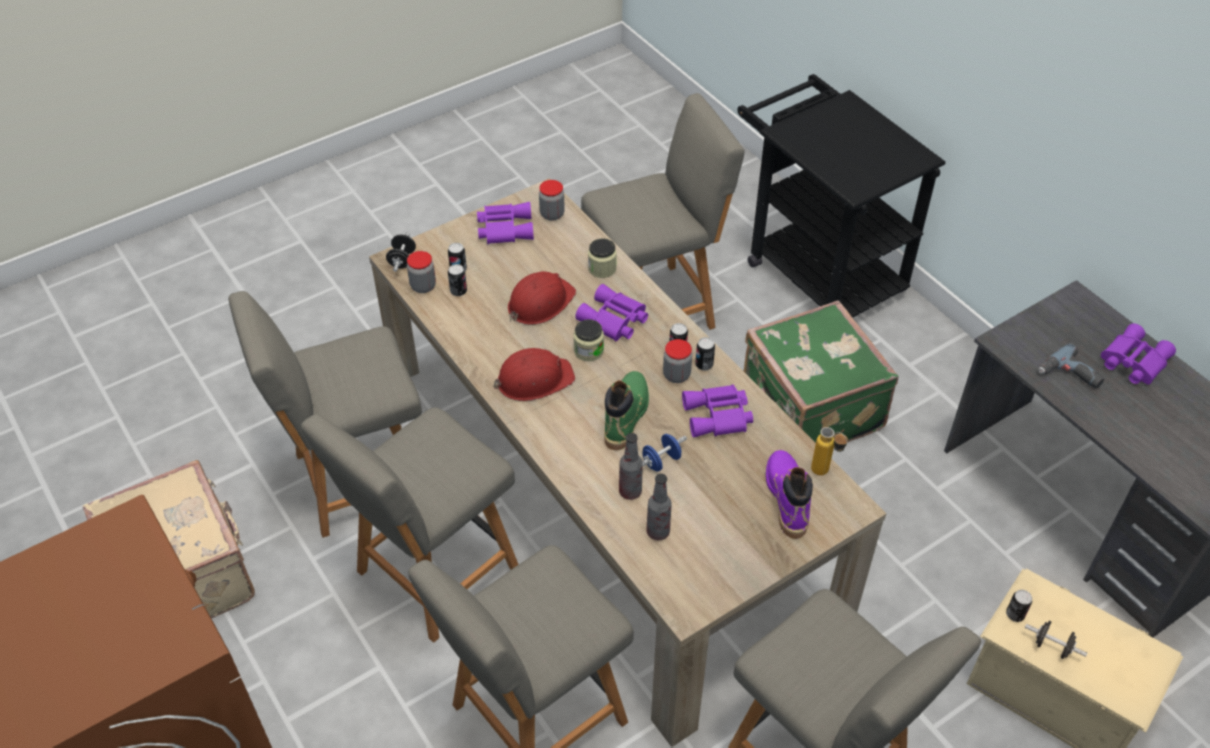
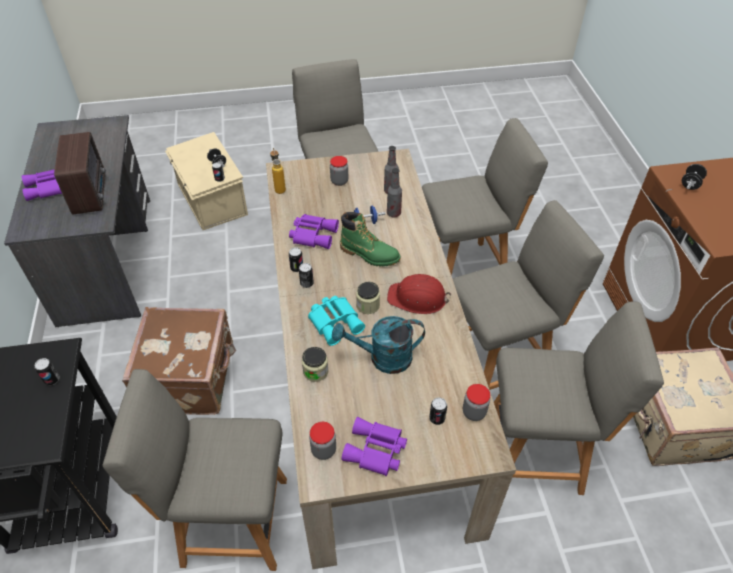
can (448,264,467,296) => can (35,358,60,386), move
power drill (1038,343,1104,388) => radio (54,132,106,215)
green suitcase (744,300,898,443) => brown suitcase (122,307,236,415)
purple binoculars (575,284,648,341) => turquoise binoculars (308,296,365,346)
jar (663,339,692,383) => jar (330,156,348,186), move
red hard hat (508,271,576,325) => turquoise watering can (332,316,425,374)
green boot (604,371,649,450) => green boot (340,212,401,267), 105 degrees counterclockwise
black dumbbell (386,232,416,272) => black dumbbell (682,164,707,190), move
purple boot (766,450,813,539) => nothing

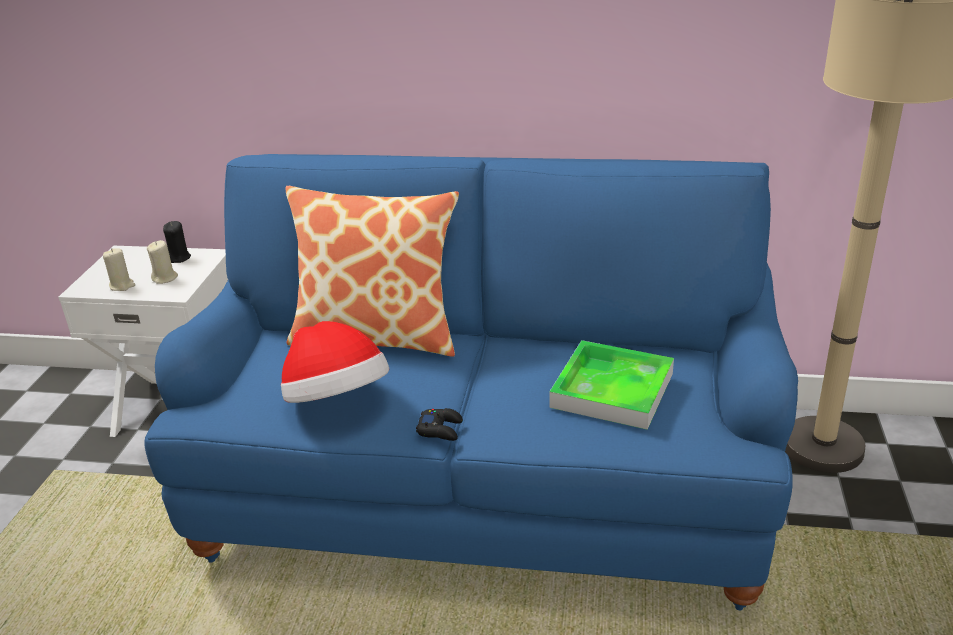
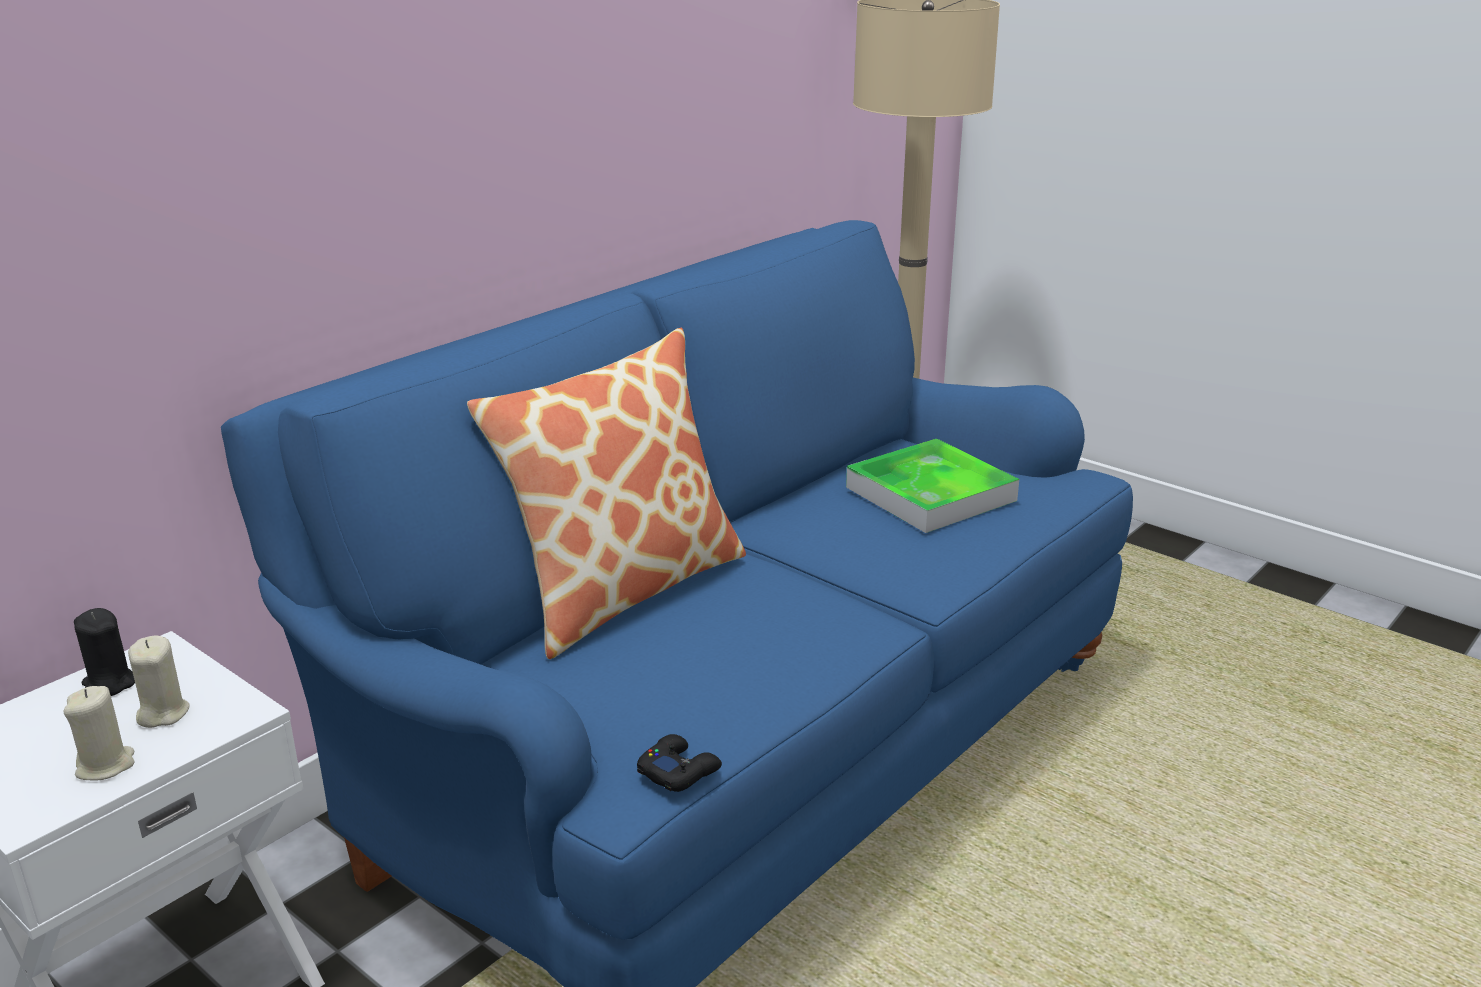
black game controller (416,408,463,441) => black game controller (637,734,722,792), move
hat (281,321,389,403) => nothing

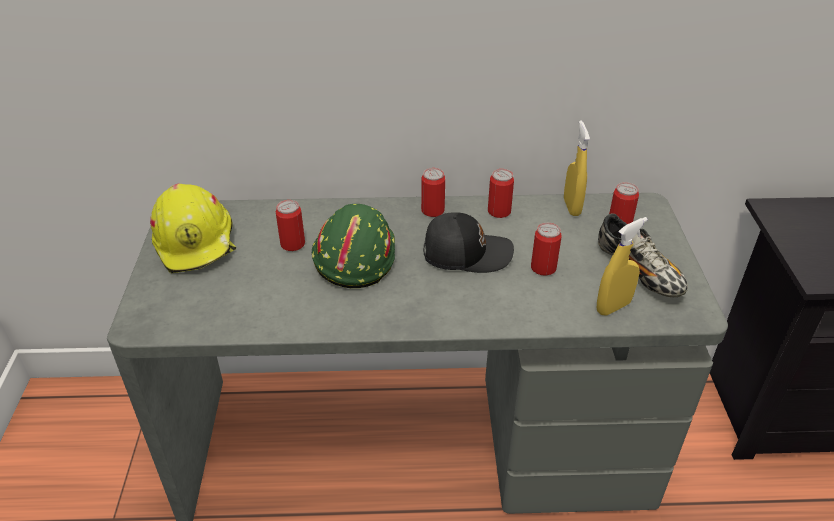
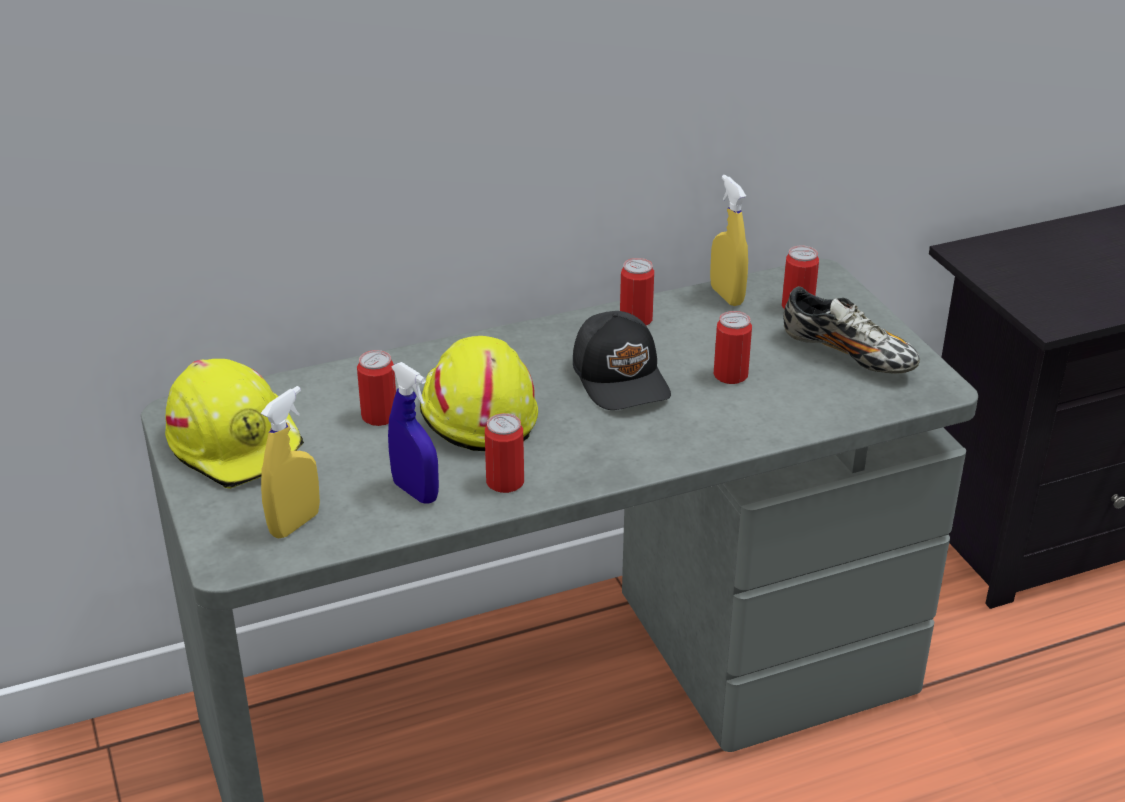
yellow spray bottle (597,217,648,315) => yellow spray bottle (261,386,320,539), move
nothing => blue spray bottle (388,362,439,504)
green hard hat (312,204,395,288) => yellow hard hat (420,336,538,451)
can (421,168,445,217) => can (485,413,524,493), move
black cap (423,212,514,273) => black cap (573,311,671,410), 90 degrees clockwise

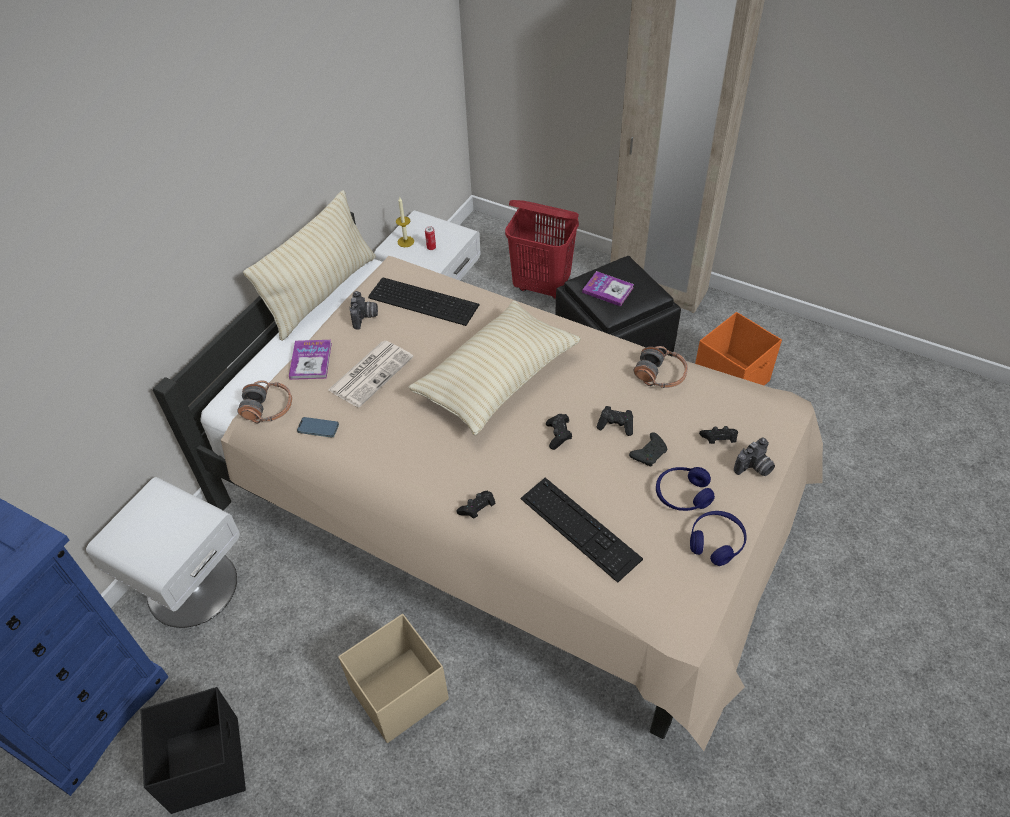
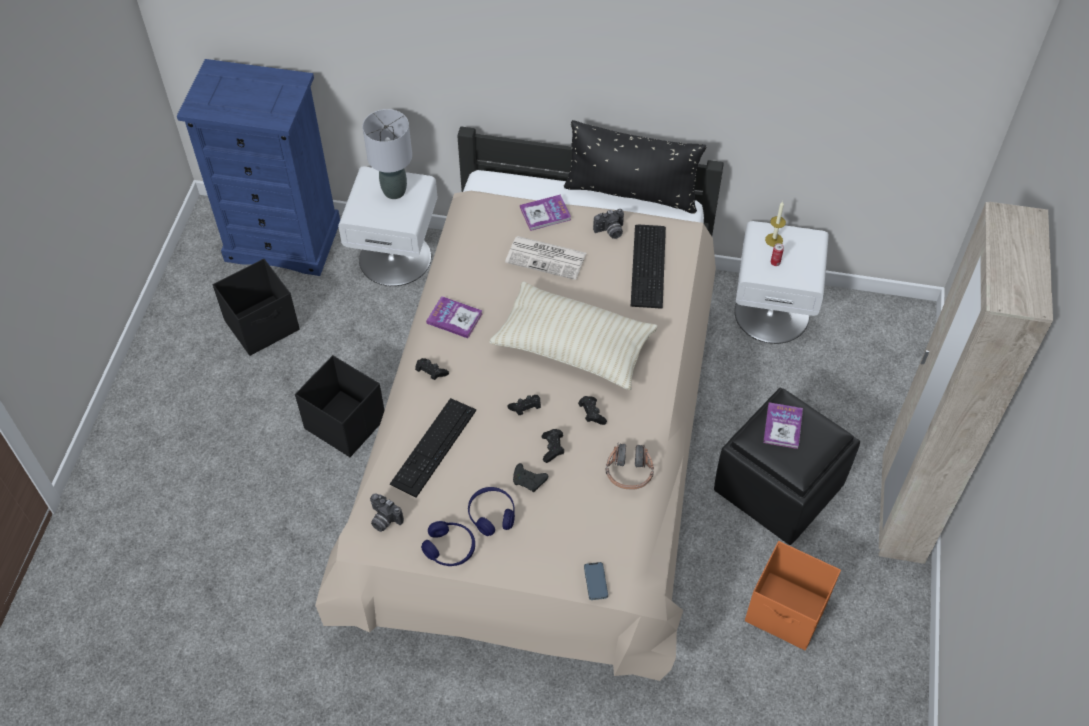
beige storage box (338,614,449,743) => black storage box (295,355,385,457)
nothing => grey table lamp (362,109,412,199)
photo camera (734,438,775,476) => photo camera (370,493,404,532), move
nothing => book (426,296,483,338)
beige pillow (243,190,376,341) => black pillow (564,120,706,214)
black game controller (699,426,738,444) => black game controller (578,396,607,425), move
phone (297,417,339,438) => phone (584,562,608,600), move
headphones (237,380,292,423) => nothing
red laundry basket (505,200,579,300) => nothing

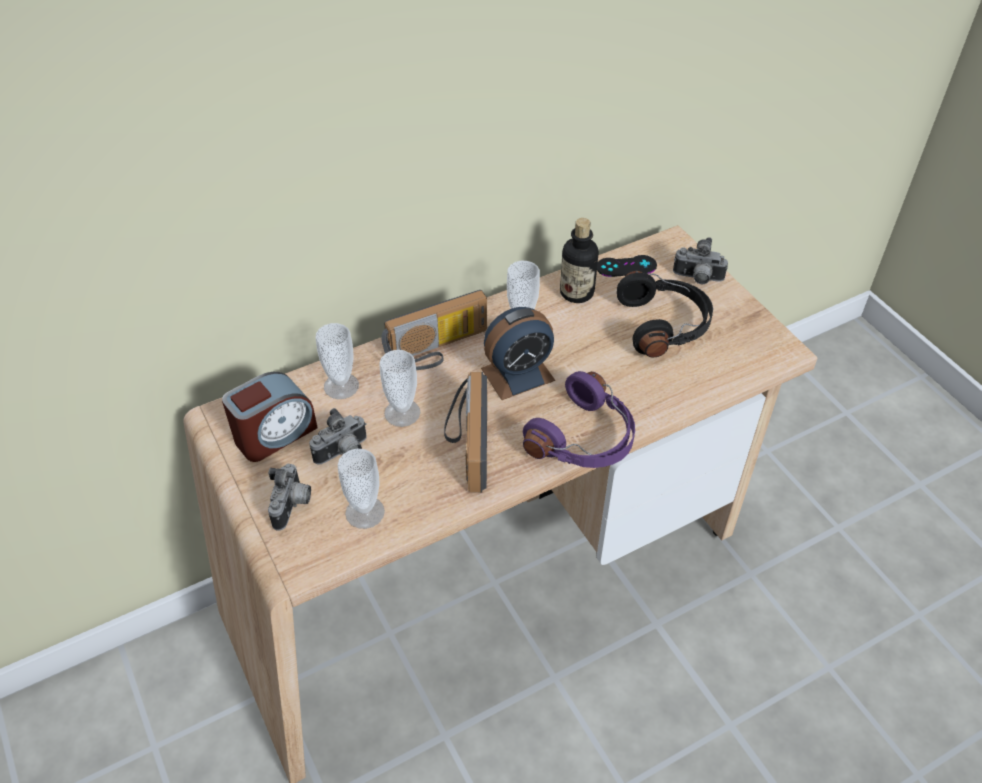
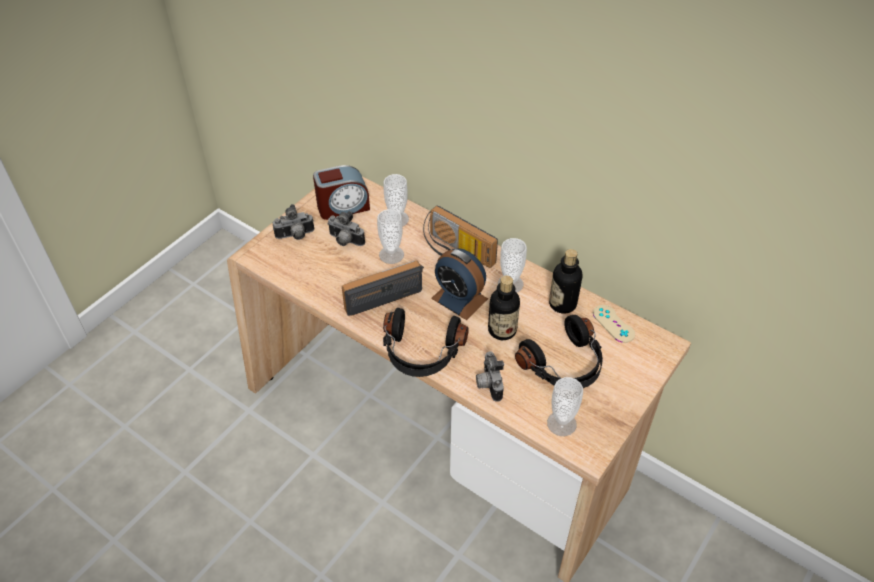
alarm clock (222,372,318,462) => alarm clock (313,165,370,220), 45 degrees counterclockwise
purple headphones (523,371,635,468) => black headphones (383,308,469,377)
photo camera (673,237,728,284) => photo camera (476,351,504,402), move
nothing => bottle (488,276,520,340)
cup (337,449,385,529) => cup (547,377,583,436), move
black game controller (597,255,657,277) => beige game controller (593,305,635,343)

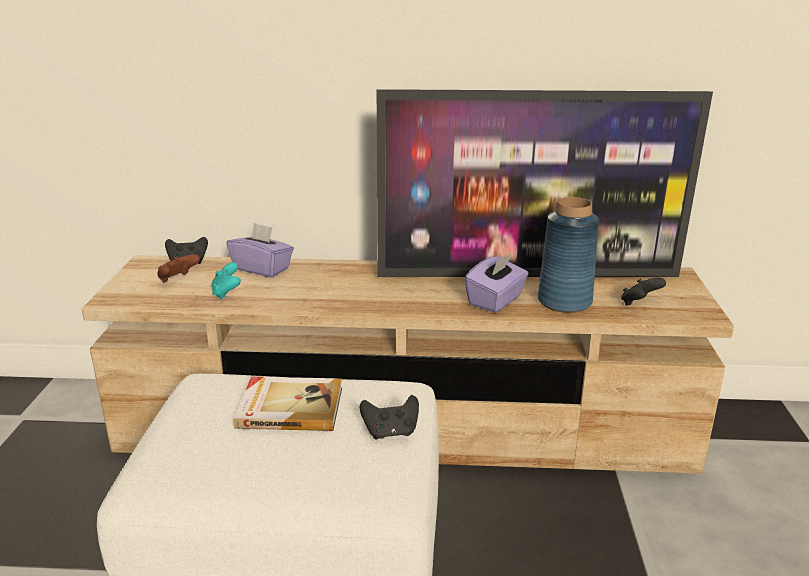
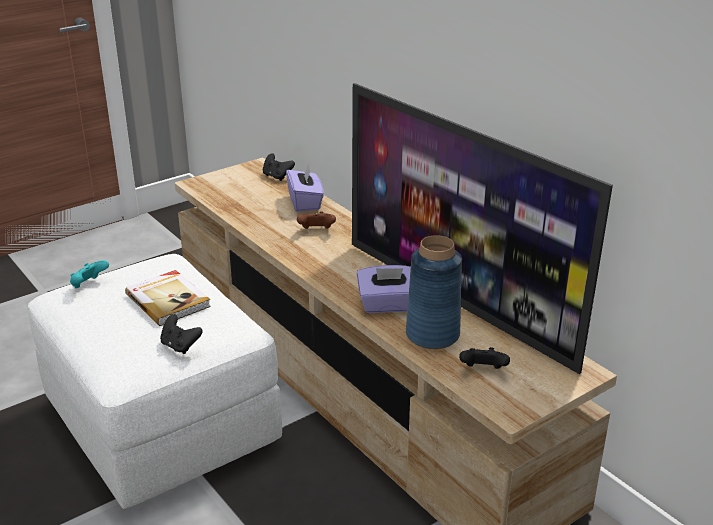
turquoise game controller (212,262,241,299) => turquoise game controller (70,260,109,288), move
brown game controller (157,254,200,283) => brown game controller (297,211,336,229), move

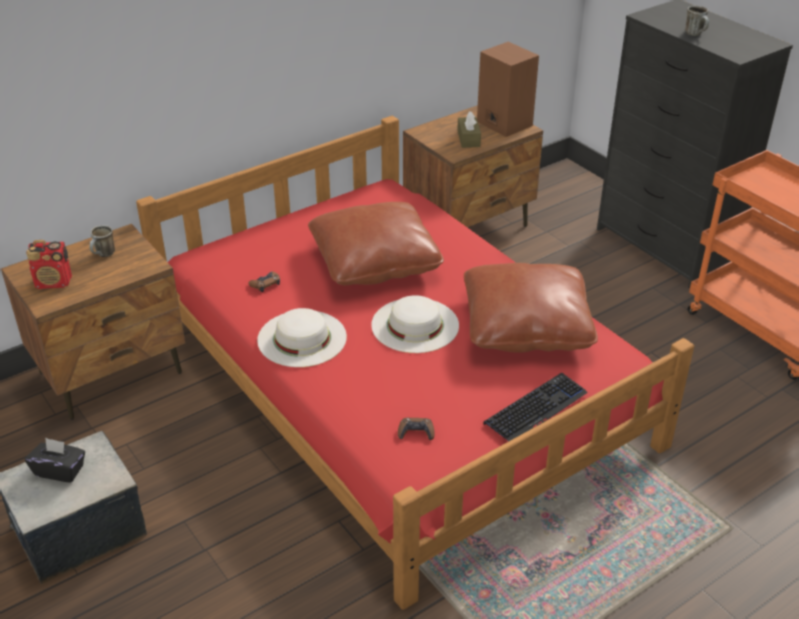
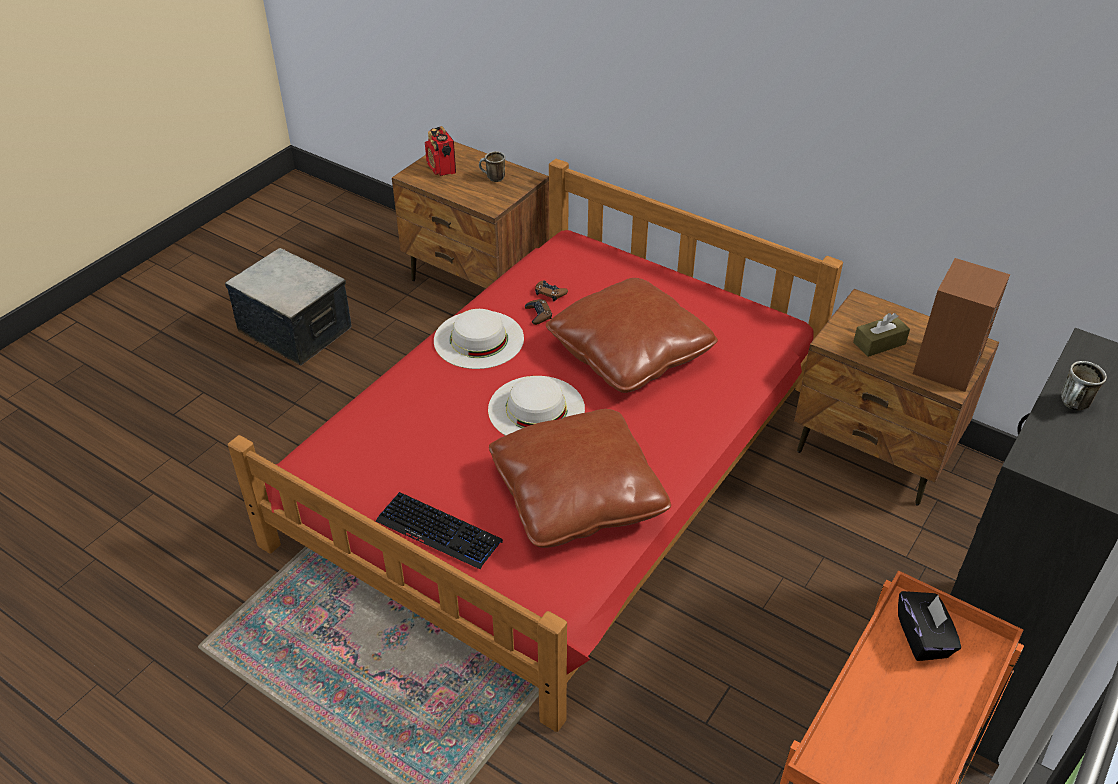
brown game controller (398,418,435,440) => brown game controller (525,299,552,325), move
black tissue box (25,437,85,483) => black tissue box (898,591,961,661), move

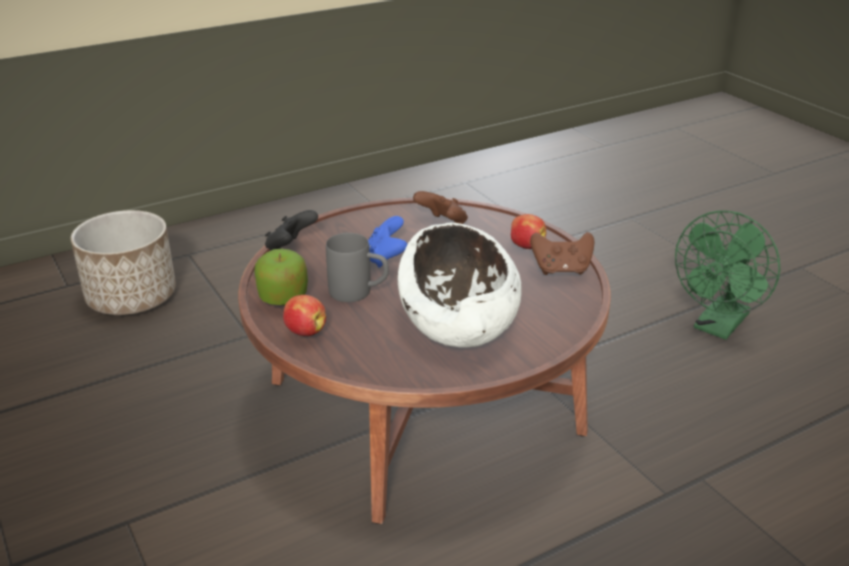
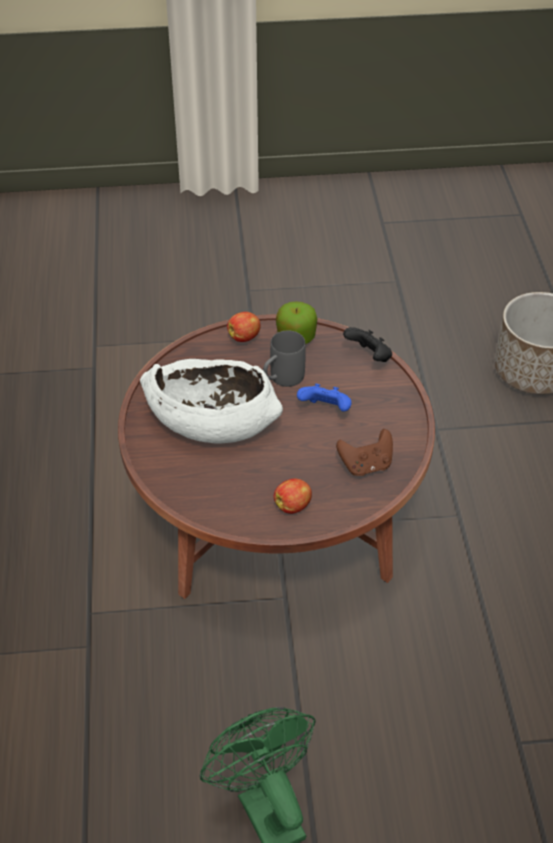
brown game controller (530,232,594,275) => nothing

